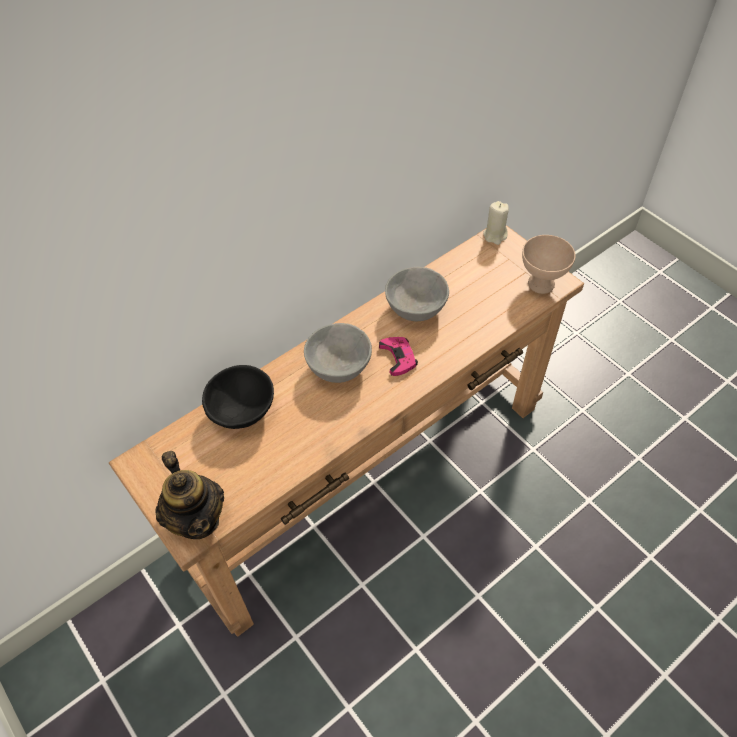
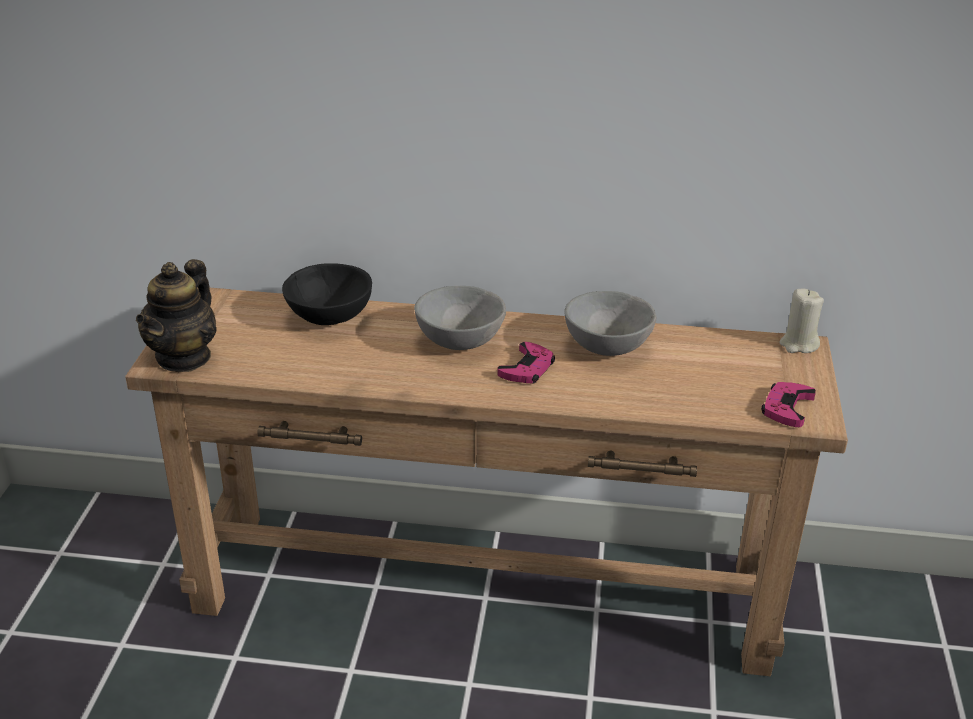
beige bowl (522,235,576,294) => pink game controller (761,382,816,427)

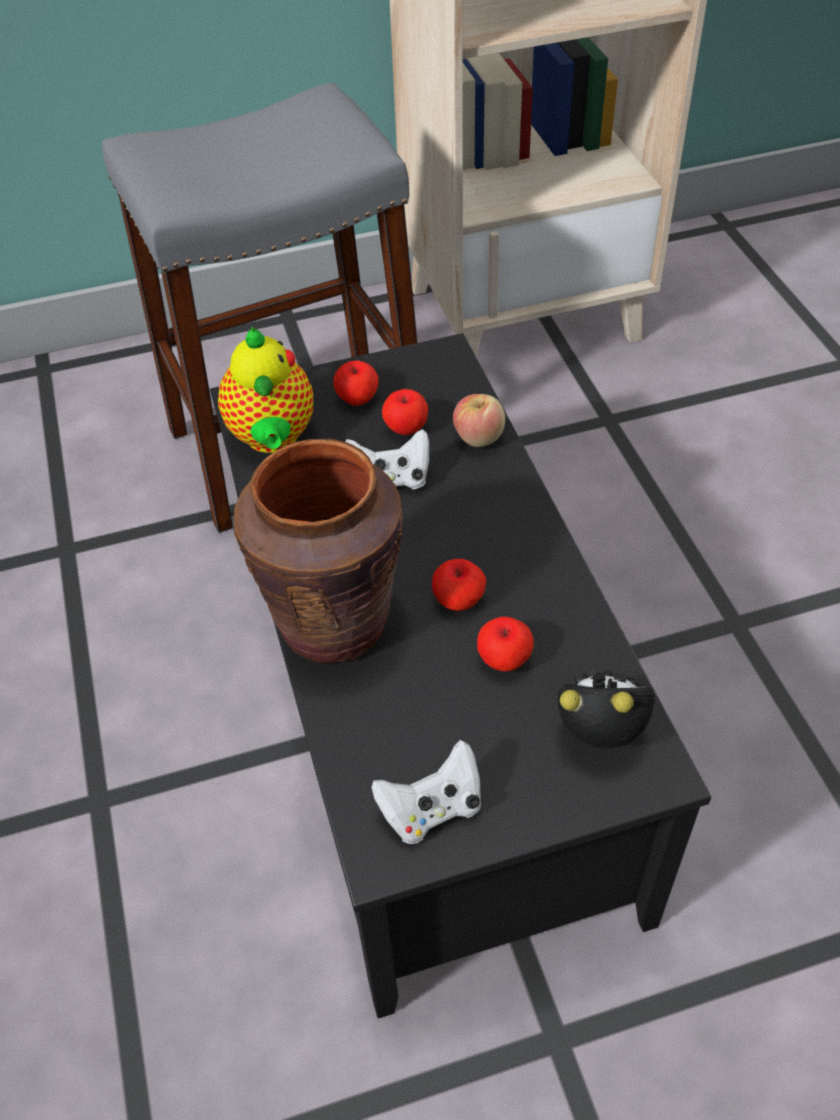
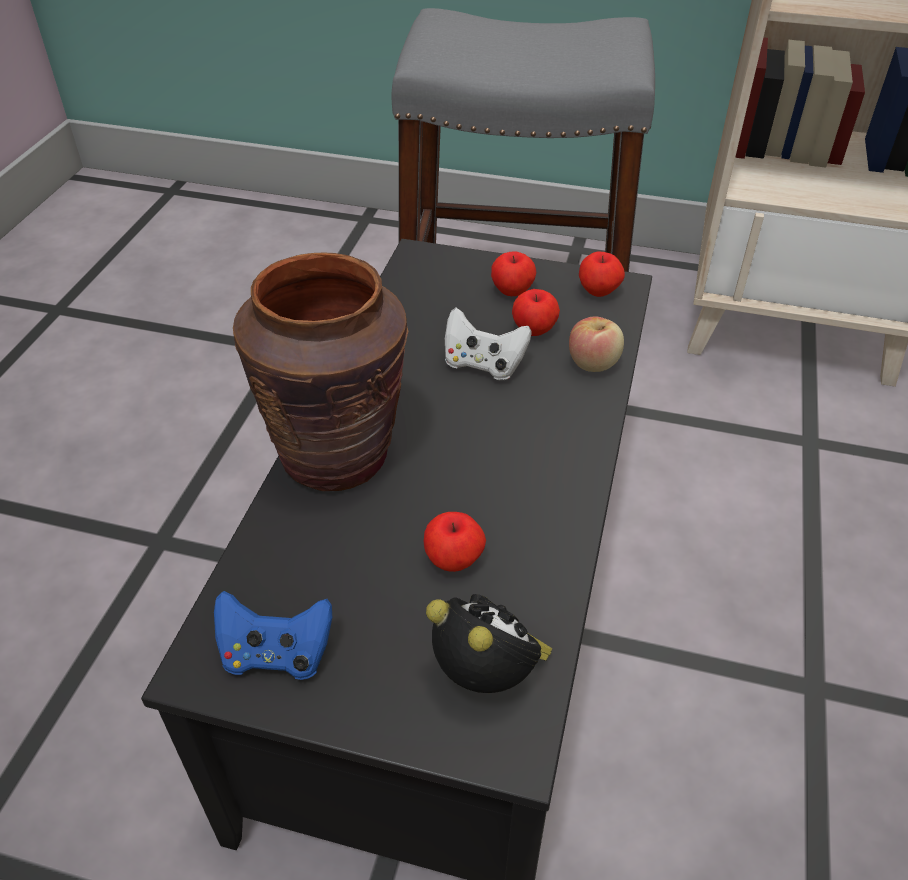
white game controller (371,740,481,844) => blue game controller (214,591,332,680)
apple (432,559,486,611) => apple (579,252,625,297), move
teapot (218,327,313,453) => nothing

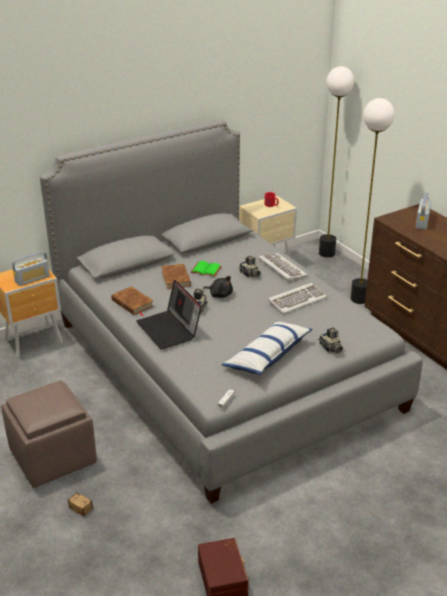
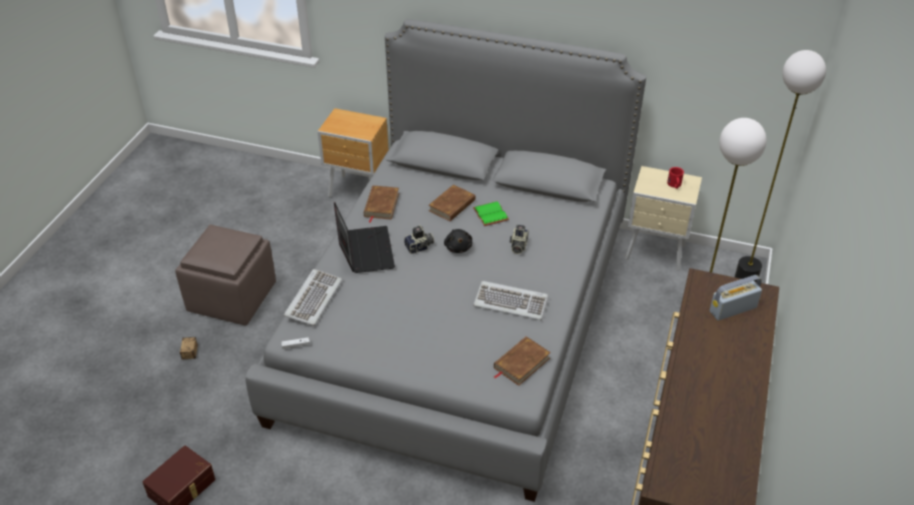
keyboard (258,253,308,281) => keyboard (284,269,342,326), move
laptop (136,280,202,350) => laptop (334,202,395,273), 150 degrees clockwise
nothing => brown book (494,336,551,386)
radio (13,251,50,286) => nothing
pillow (222,321,313,375) => nothing
photo camera (318,327,343,354) => nothing

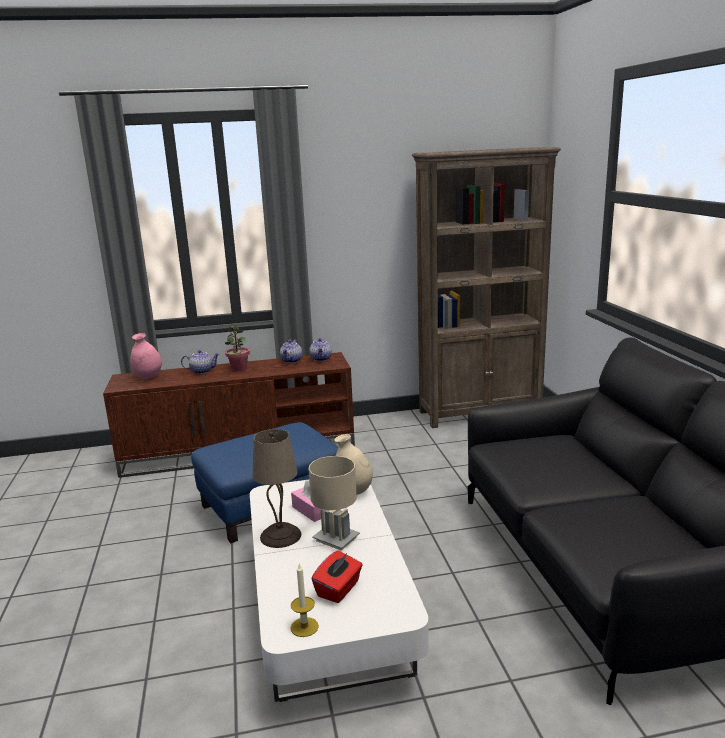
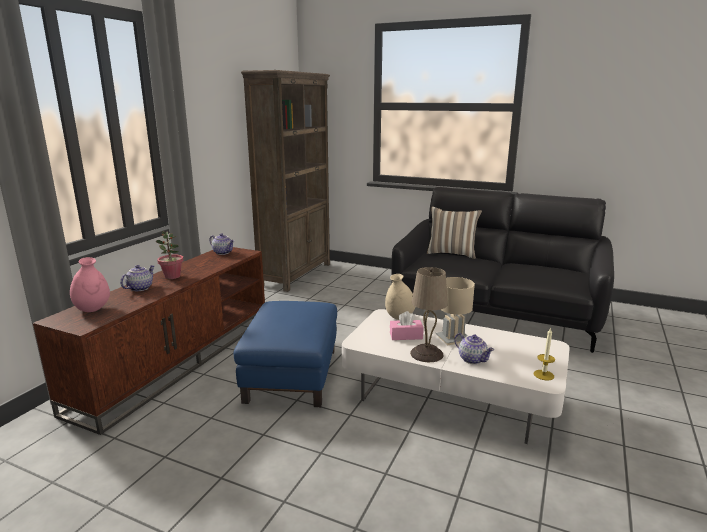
nothing => pillow (427,206,482,259)
teapot (280,340,302,363) => teapot (454,333,494,364), move
red tissue box (311,550,363,603) => nothing

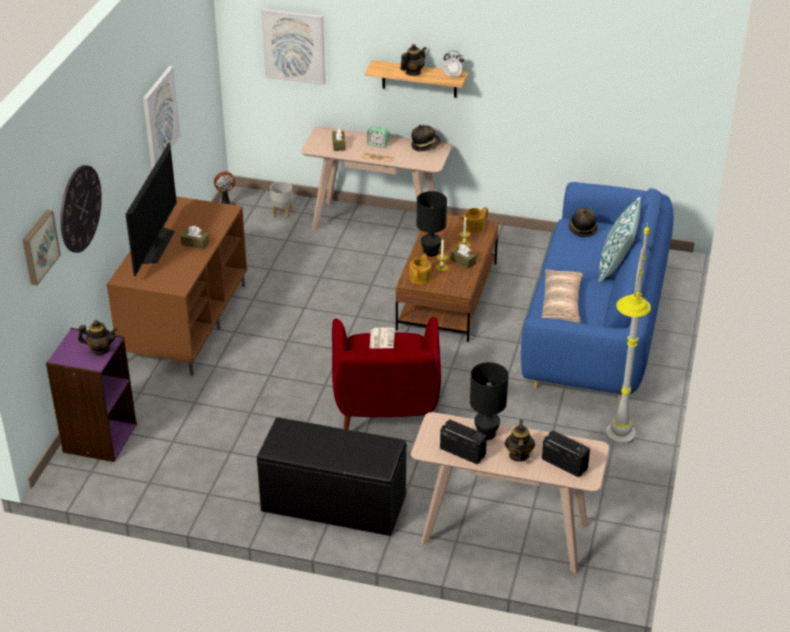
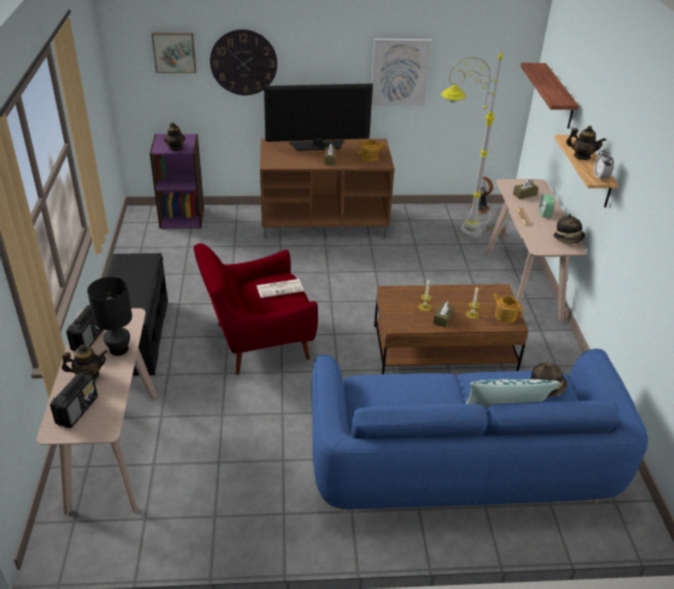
teapot (409,253,431,284) => teapot (357,140,385,162), move
grey floor lamp (605,223,651,446) => grey floor lamp (441,49,503,238), move
picture (261,8,325,85) => shelf (521,63,579,129)
black table lamp (417,191,447,256) => nothing
pillow (541,269,583,323) => nothing

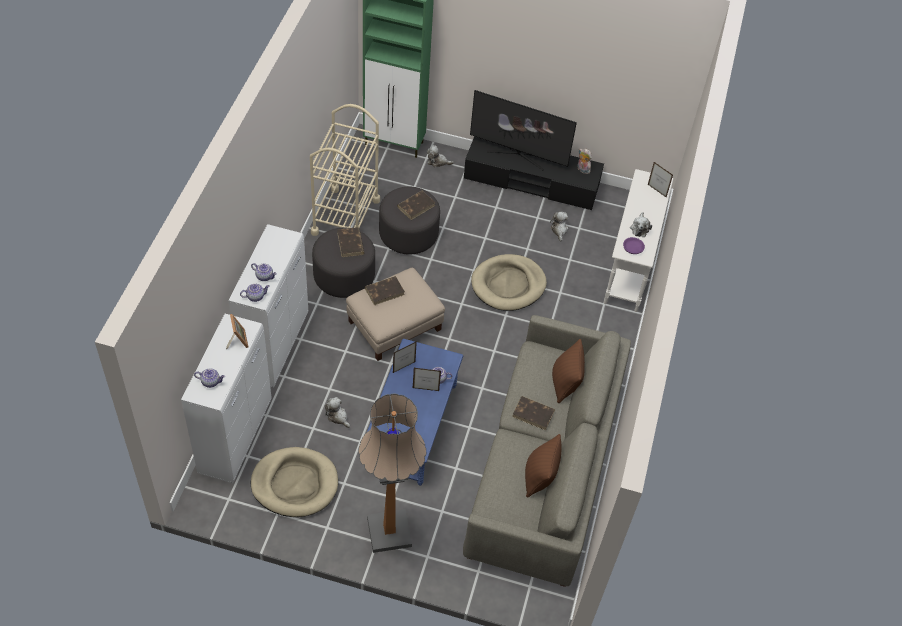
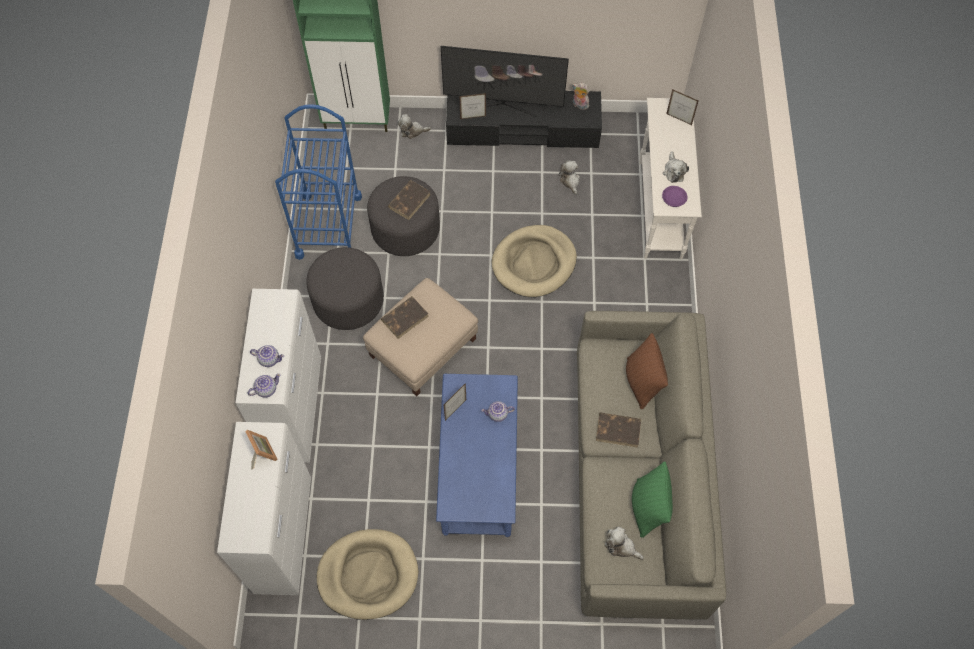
beige cart (310,104,380,236) => blue cart (275,104,362,260)
picture frame (413,368,441,391) => picture frame (459,93,486,119), move
plush toy (325,397,350,428) => plush toy (605,526,644,560), move
brown pillow (525,434,561,498) => green pillow (632,461,673,538)
teapot (194,368,225,388) => nothing
brown book (337,227,364,257) => nothing
floor lamp (358,393,426,553) => nothing

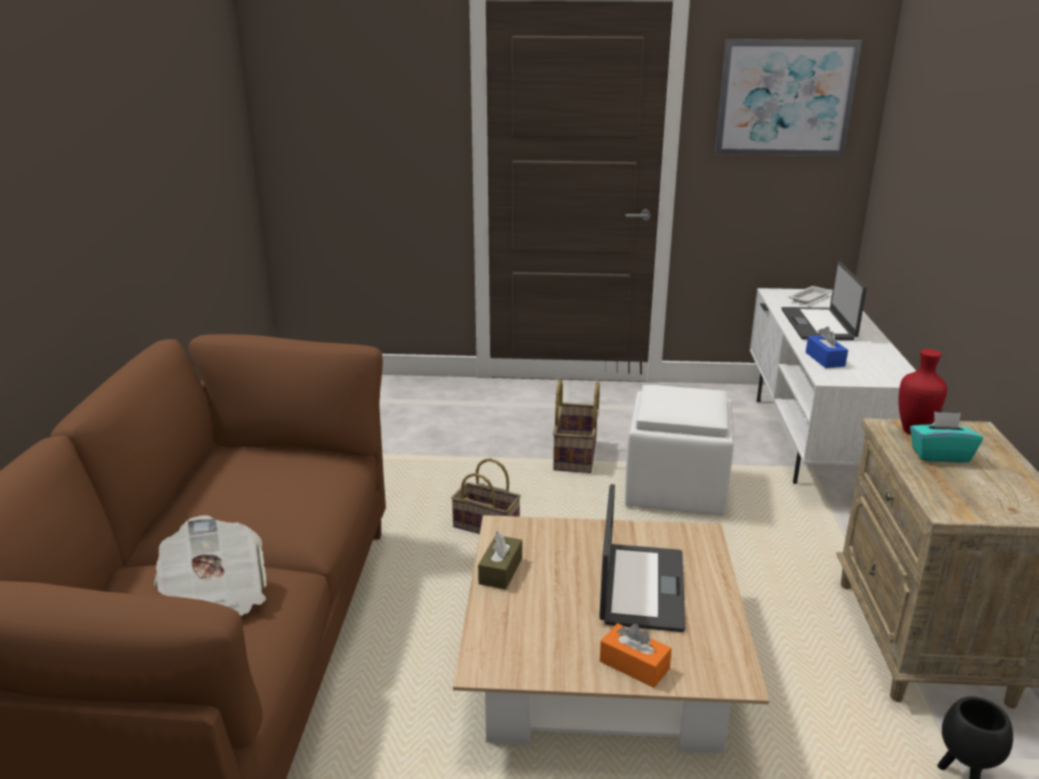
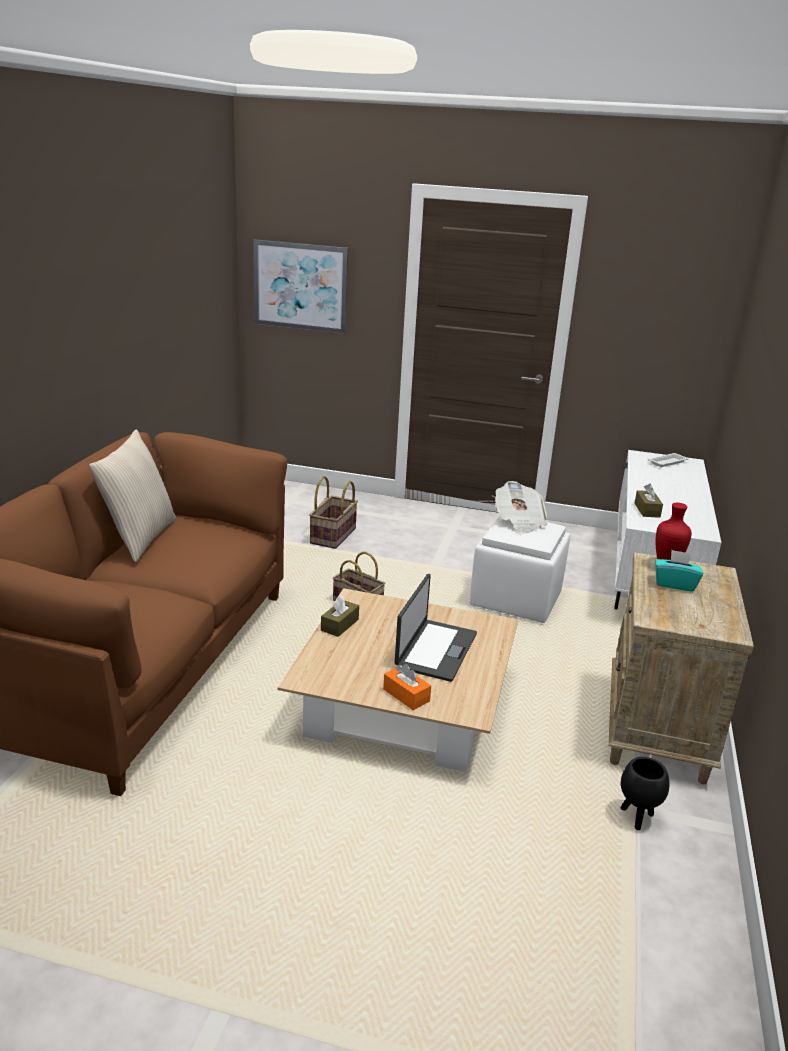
nothing => beige pillow (89,429,177,562)
picture (715,39,862,156) => picture (253,239,348,334), move
basket (553,379,600,473) => basket (309,476,358,549), move
newspaper (154,515,266,616) => newspaper (495,481,547,534), move
blue tissue box (806,326,848,368) => brown tissue box (635,484,663,518)
laptop (781,261,867,340) => nothing

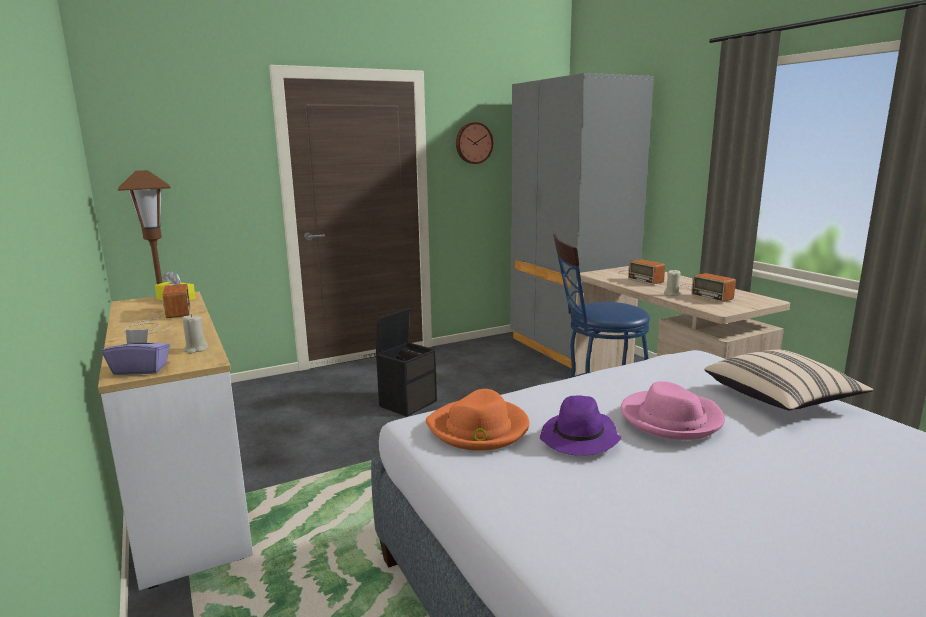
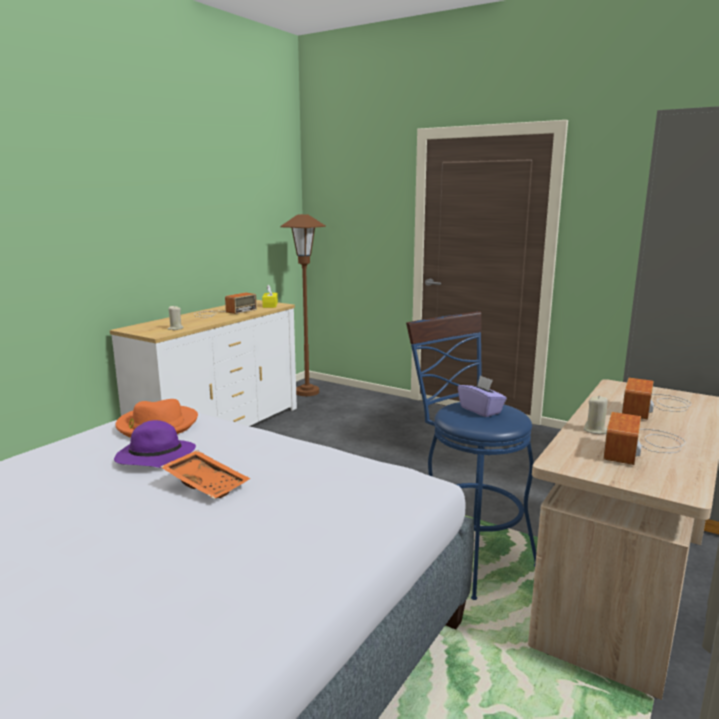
pink hat (621,381,725,440) => orange tray (160,450,251,499)
purple tissue box (102,329,170,375) => purple tissue box (458,375,507,417), move
black storage box (376,308,437,417) => nothing
wall clock (456,122,493,164) => nothing
beige pillow (704,349,873,410) => nothing

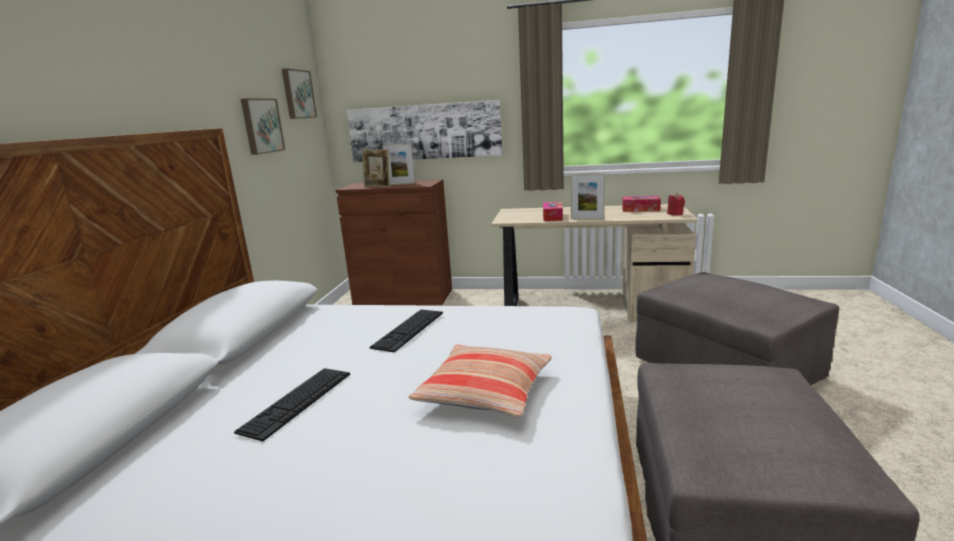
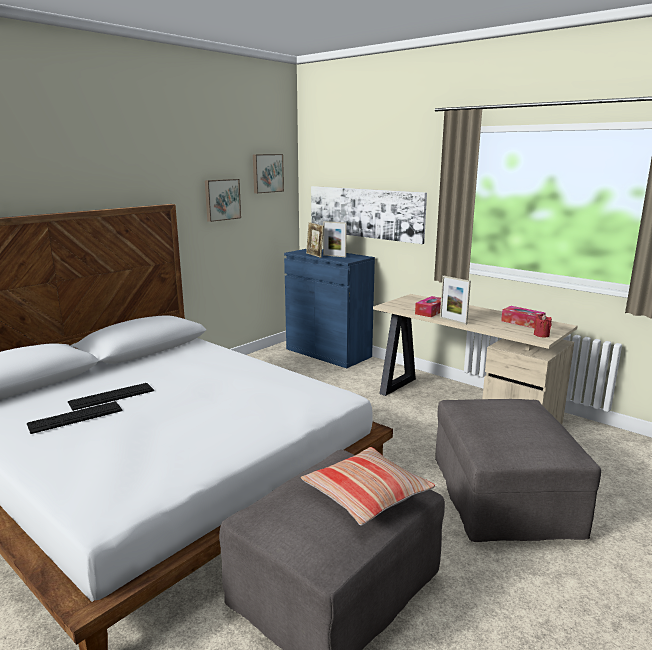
keyboard (369,310,443,352) => keyboard (27,402,123,434), move
brown cabinet (336,179,452,306) => blue cabinet (284,249,375,368)
pillow (409,345,552,418) => pillow (301,447,435,526), move

